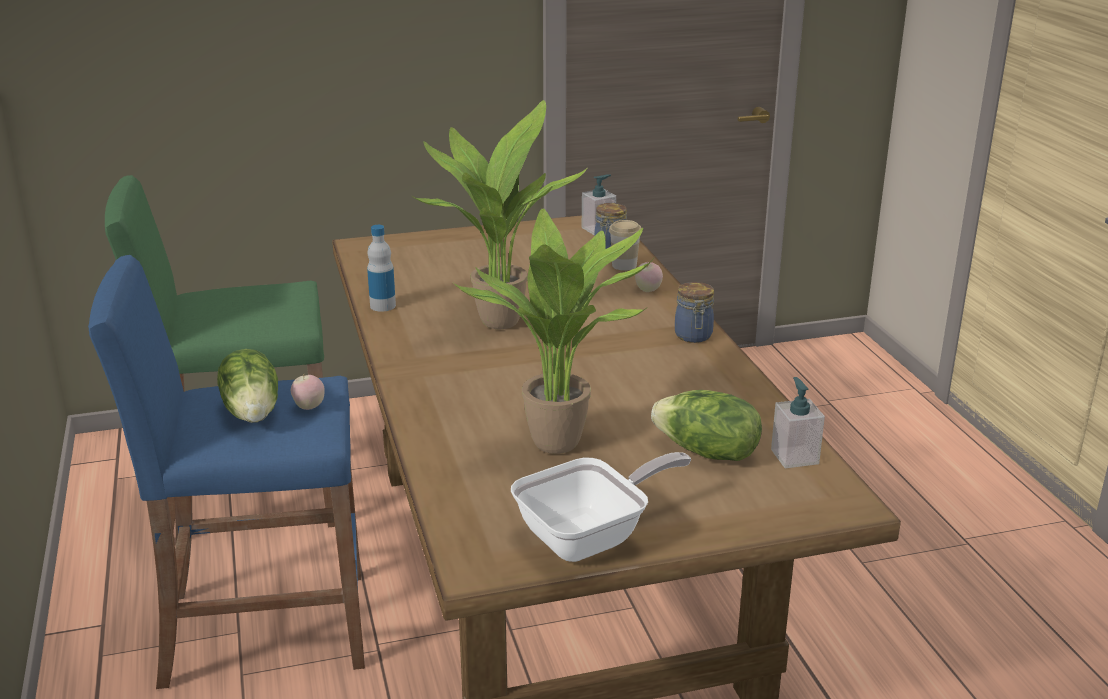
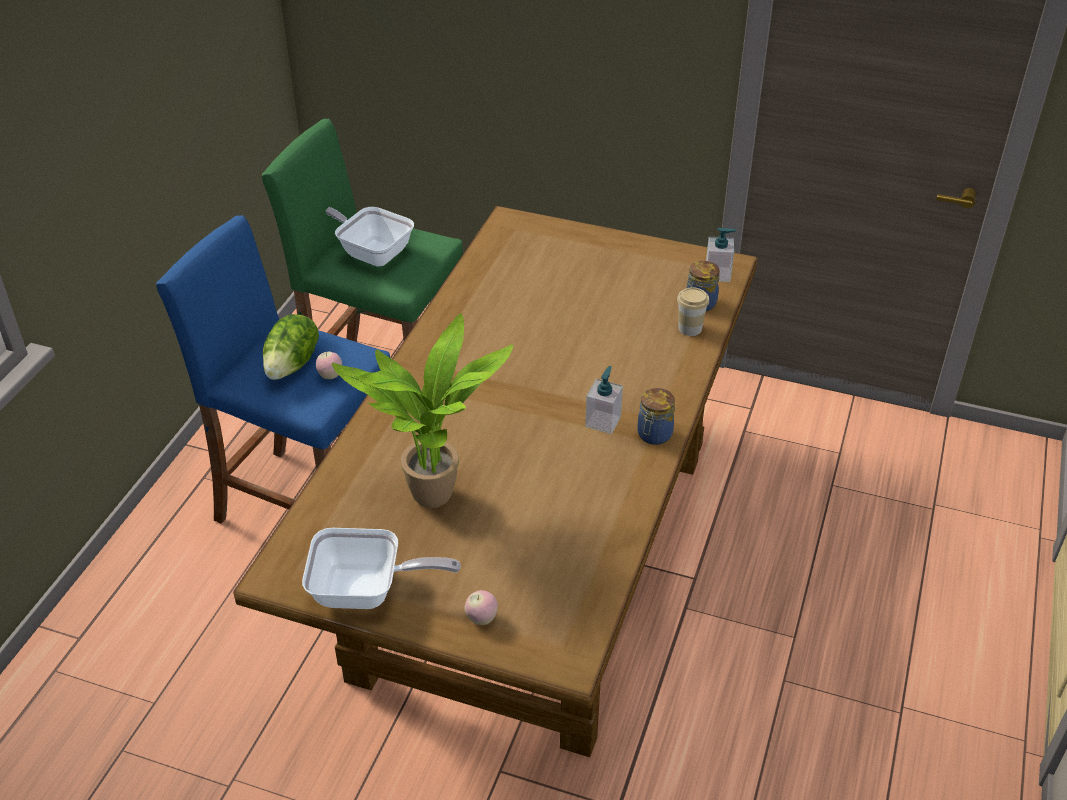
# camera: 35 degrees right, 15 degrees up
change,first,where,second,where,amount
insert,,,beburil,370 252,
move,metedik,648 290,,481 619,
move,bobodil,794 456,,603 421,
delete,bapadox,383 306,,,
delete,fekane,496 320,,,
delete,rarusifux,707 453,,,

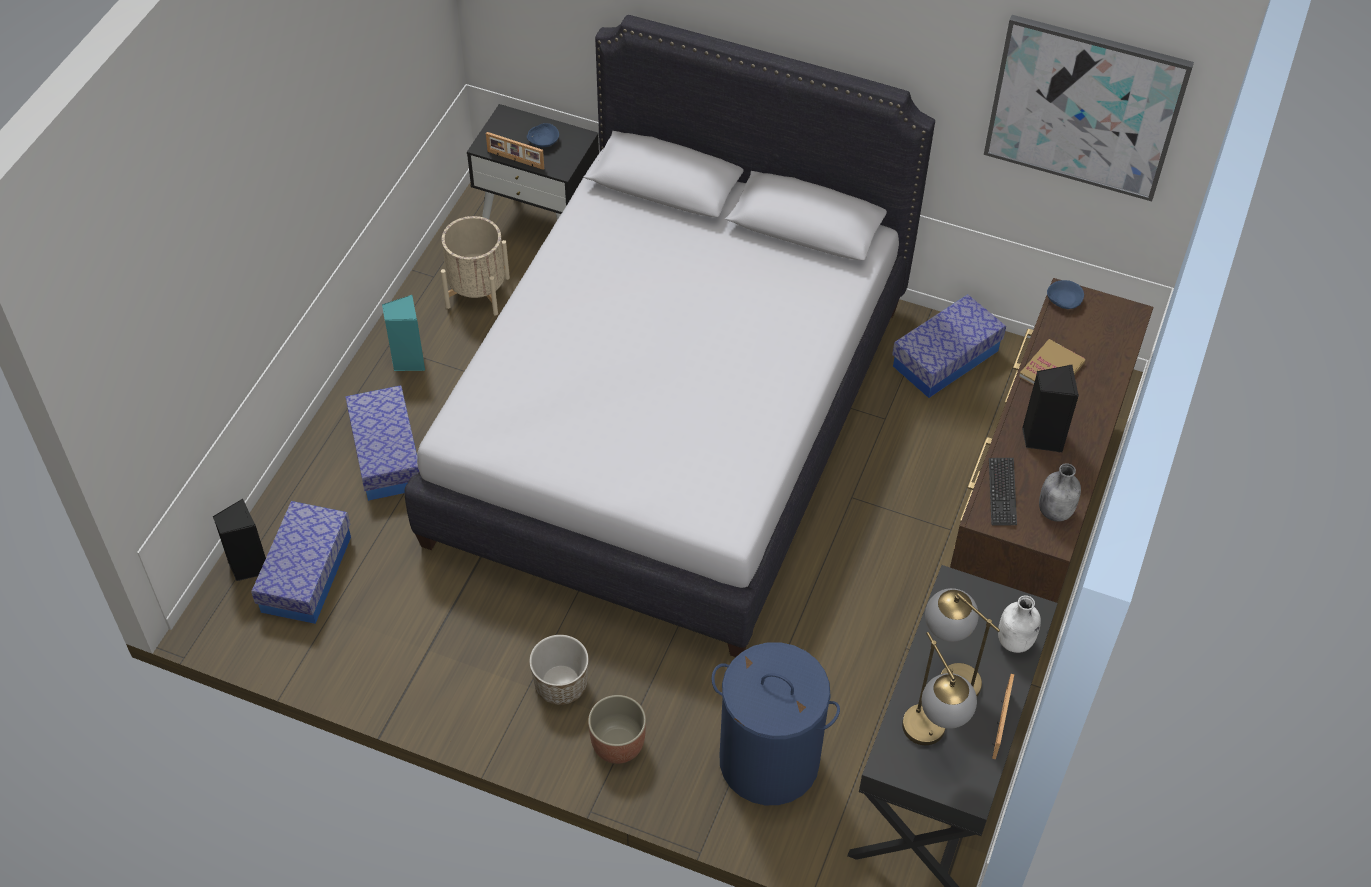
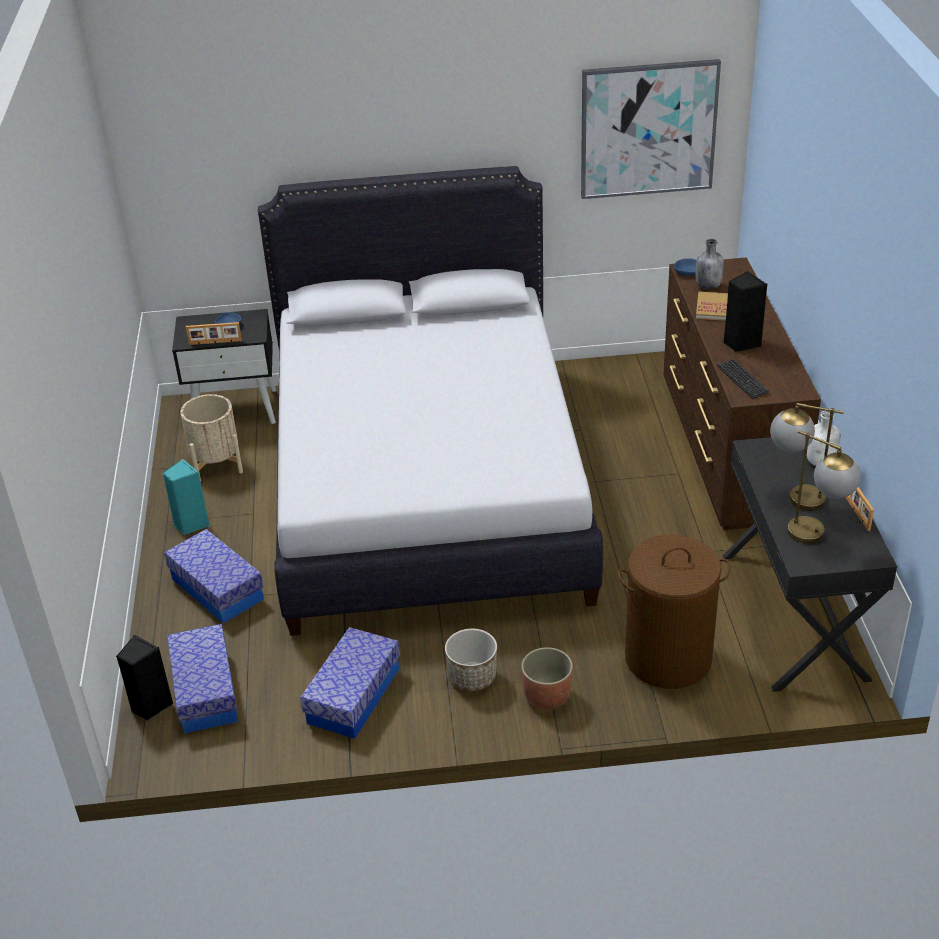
# camera: 25 degrees left, 15 degrees down
change,first,where,second,where,amount
move,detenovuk,945 359,,353 696,
recolor,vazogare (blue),768 761,vazogare (brown),668 658,
move,bapadox (grey),1055 511,,708 286,

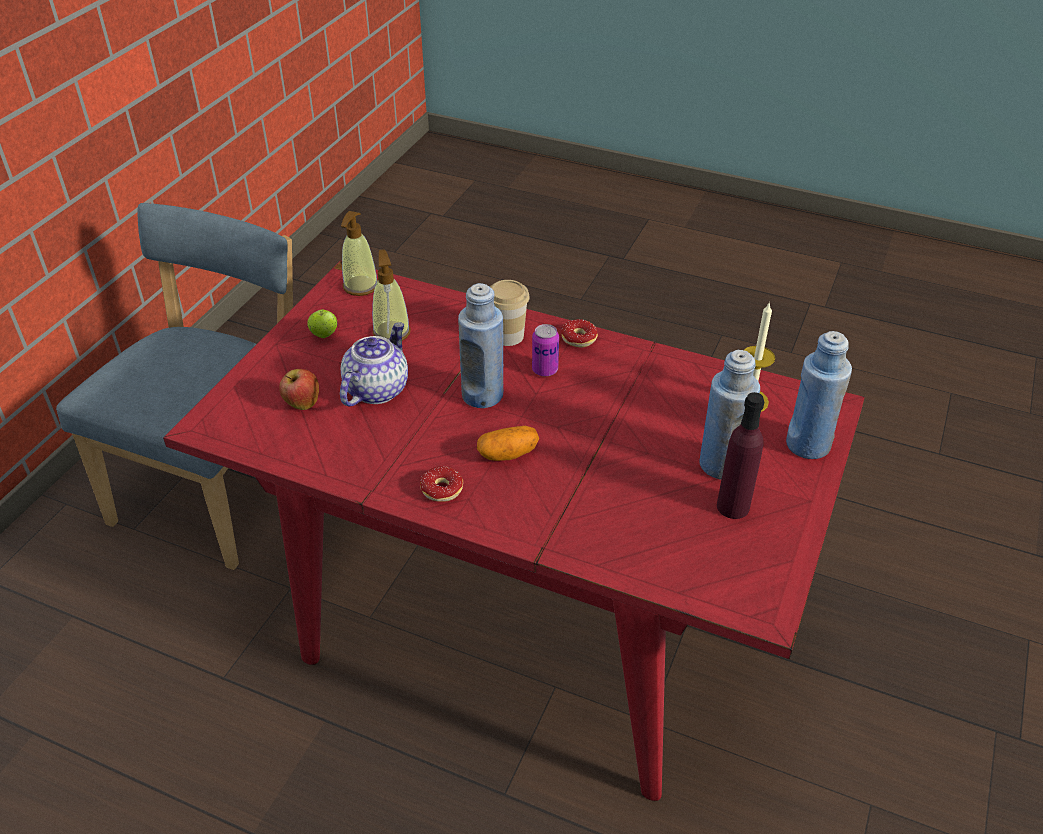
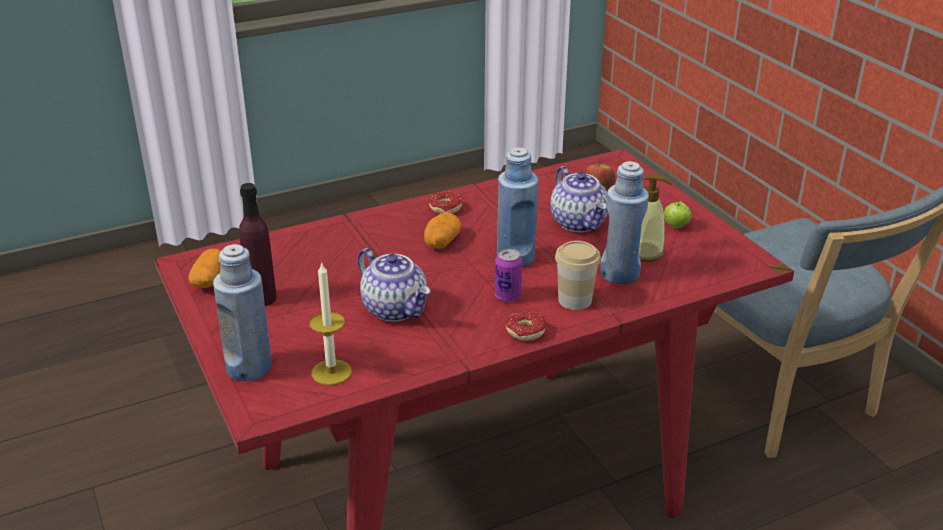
# camera: 130 degrees right, 10 degrees down
change,first,where,second,where,amount
insert,,,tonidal,209 280,
insert,,,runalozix,396 309,
move,bapadox (blue),721 464,,620 274,
delete,bobodil,360 286,,,

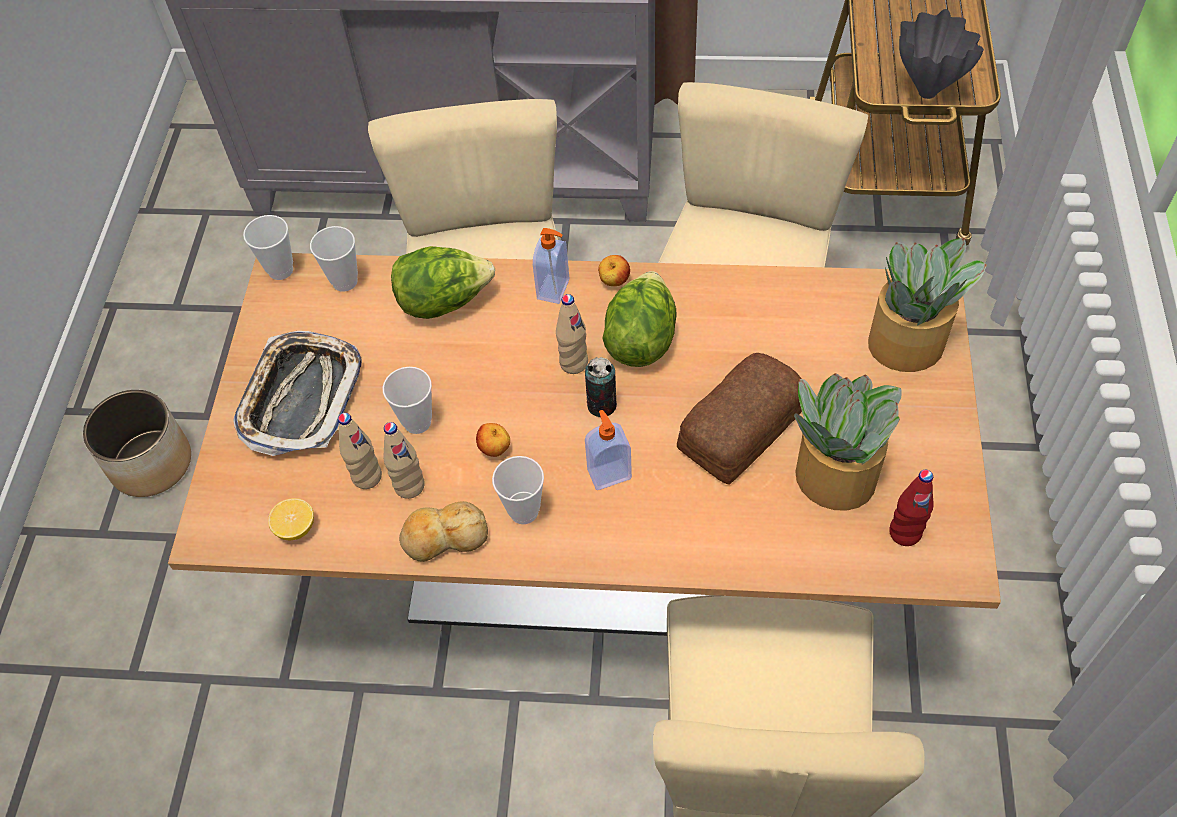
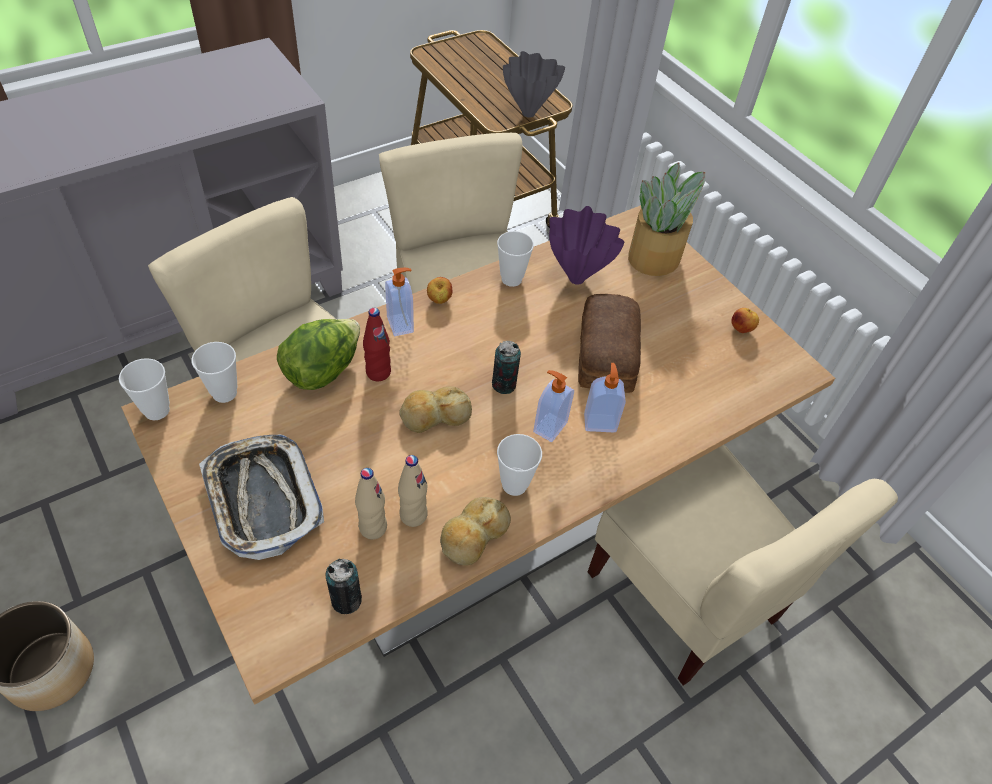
# camera: 45 degrees left, 5 degrees down
change,first,where,second,where,amount
replace,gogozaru,295 527,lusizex,346 600,
move,bapadox (red),905 533,,378 372,
insert,,,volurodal,435 415,
move,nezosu,417 422,,511 279,
insert,,,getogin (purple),575 278,
insert,,,bobodil,599 422,
move,metedik,495 449,,741 329,
delete,bapadox (beige),573 363,,,
delete,rarusifux,640 339,,,
delete,fekane,833 476,,,

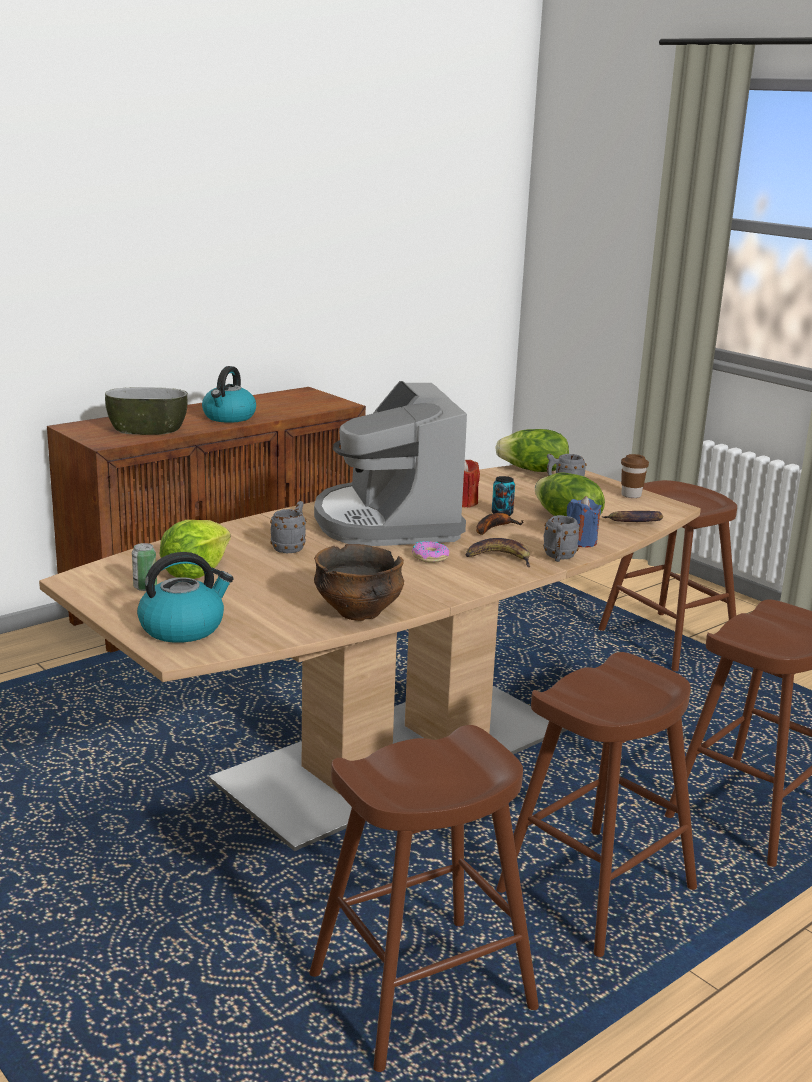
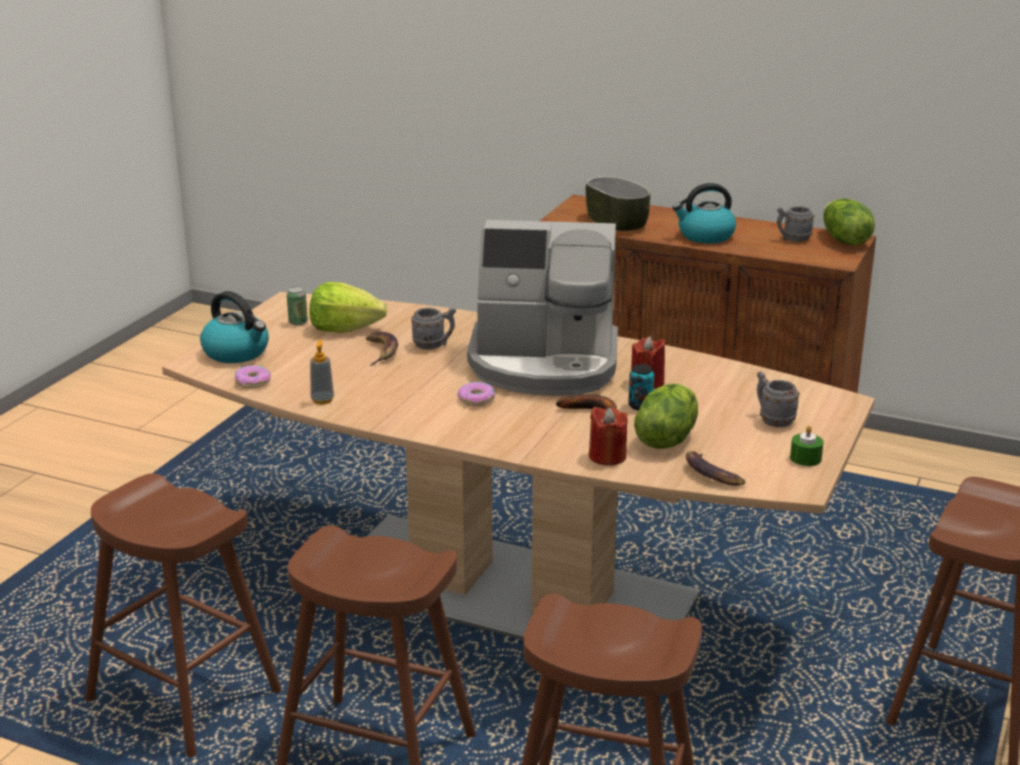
# camera: 65 degrees right, 5 degrees up
change,first,where,second,where,amount
insert,,,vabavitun,253 382,
replace,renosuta,358 612,bobodil,322 400,
move,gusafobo,499 558,,381 352,
rotate,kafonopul,387 522,,545 364,135 degrees counterclockwise
recolor,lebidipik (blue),580 542,lebidipik (red),607 456,
move,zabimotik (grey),558 557,,792 239,
replace,nezosu (brown),631 495,lebidipik (green),805 458,
move,rarusifux,533 470,,844 240,

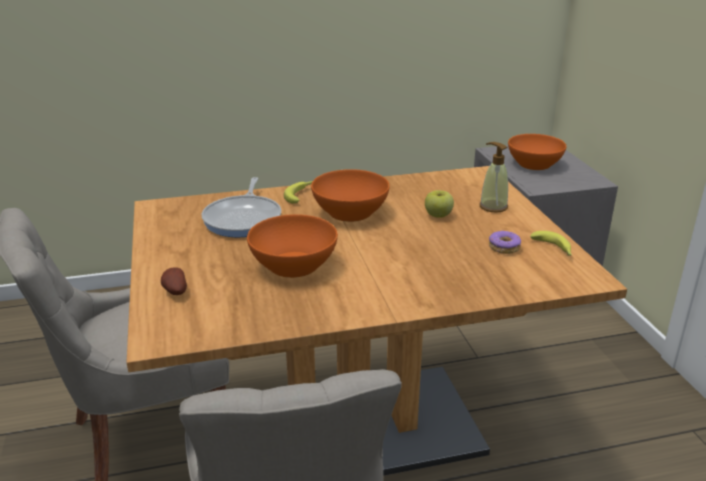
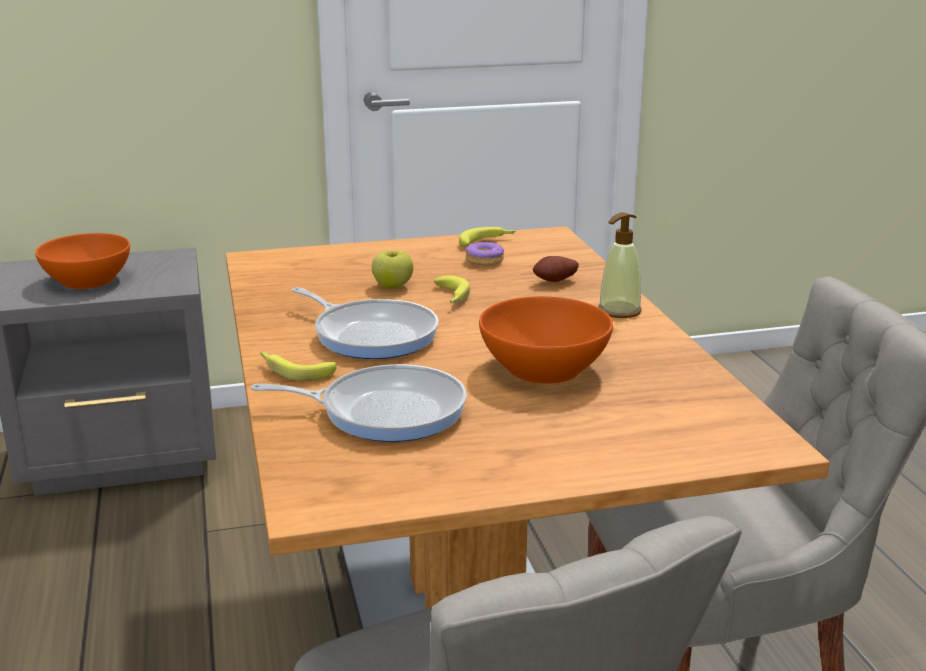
# camera: 90 degrees left, 5 degrees down
change,first,where,second,where,amount
replace,renosuta (orange),350 212,beburil,371 335,
insert,,,gusafobo,451 298,
move,tonidal,174 291,,555 282,
move,bobodil,493 207,,619 311,

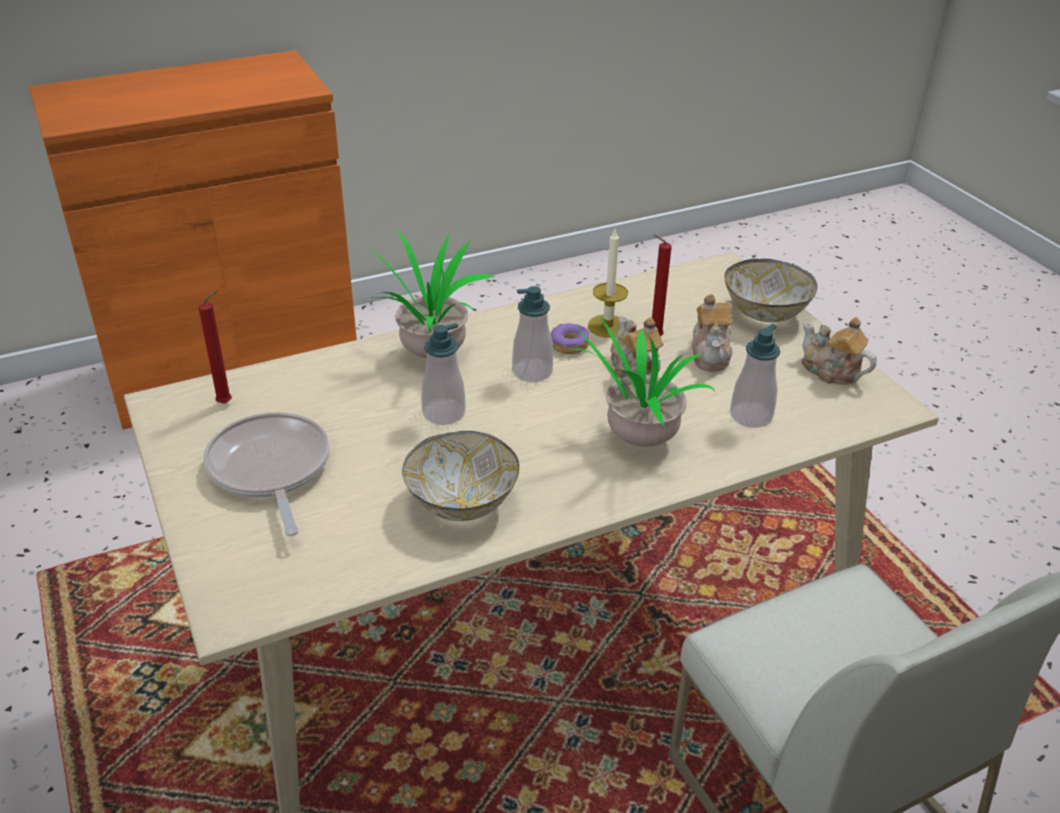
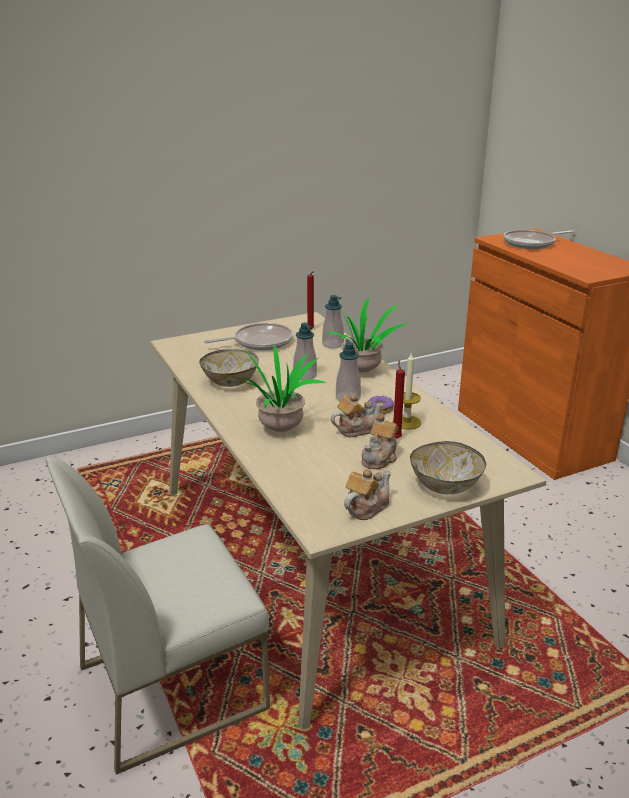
# camera: 90 degrees right, 10 degrees down
change,first,where,second,where,amount
move,bobodil,751 416,,333 344,
rotate,runalozix,711 354,,380 458,60 degrees counterclockwise
insert,,,beburil,531 243,

